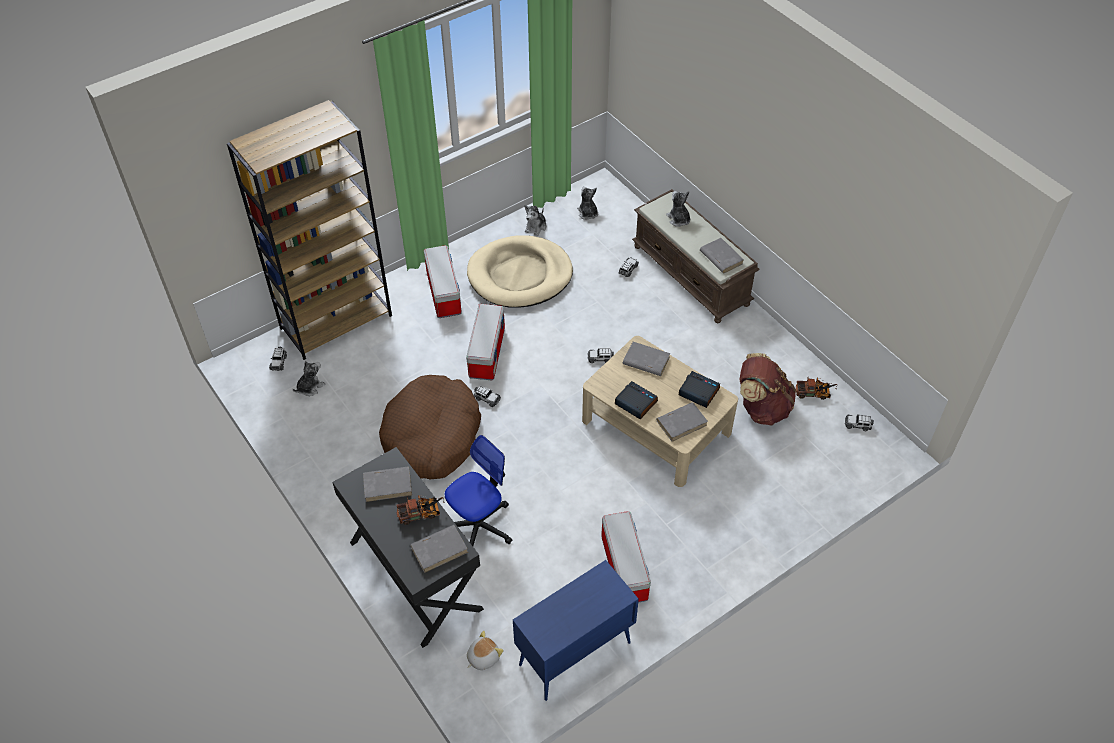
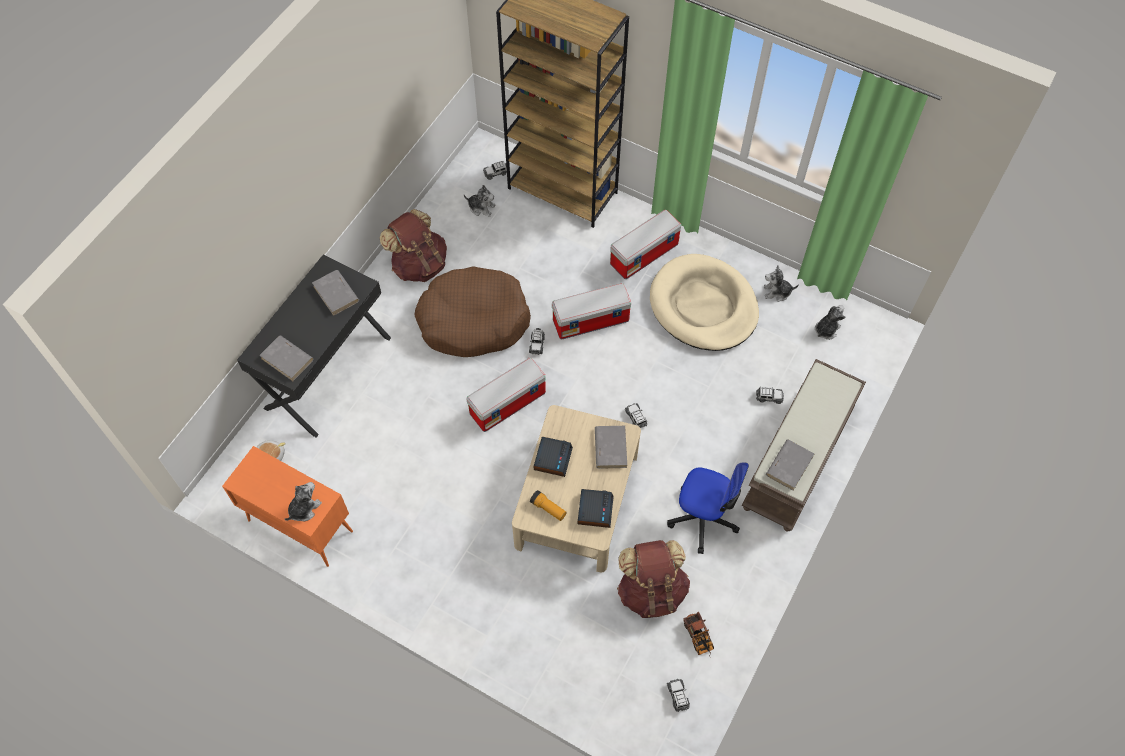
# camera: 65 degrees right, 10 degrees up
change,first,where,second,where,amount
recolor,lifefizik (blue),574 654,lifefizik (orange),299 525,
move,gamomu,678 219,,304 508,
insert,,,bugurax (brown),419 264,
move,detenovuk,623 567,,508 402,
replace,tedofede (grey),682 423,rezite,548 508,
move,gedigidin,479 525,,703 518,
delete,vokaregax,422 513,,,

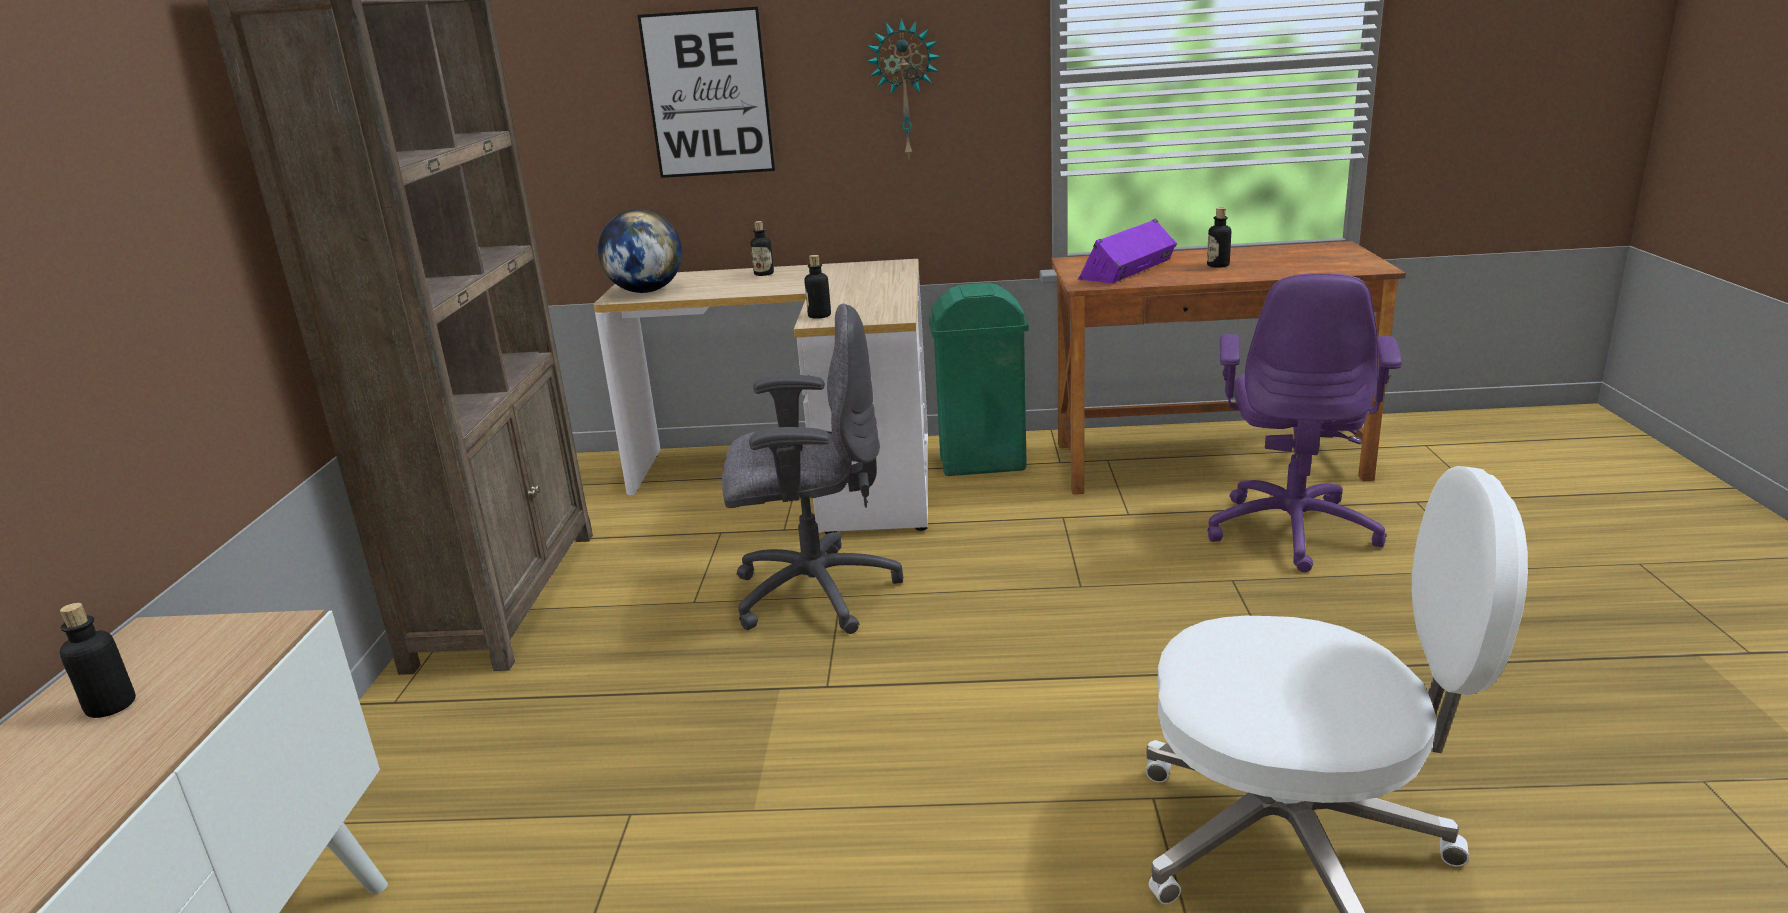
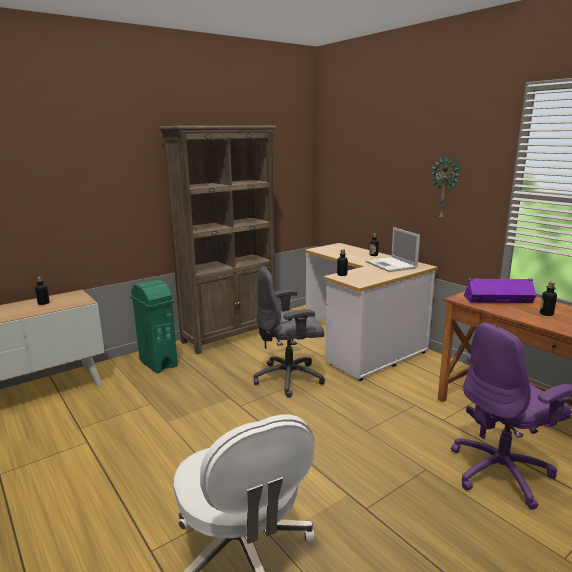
# camera: 50 degrees right, 5 degrees down
change,first,where,second,where,amount
move,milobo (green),981 464,,158 363,
rotate,gedigidin (grey),812 593,,290 378,120 degrees clockwise
insert,,,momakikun,391 265,
delete,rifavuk,646 291,,,
delete,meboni,708 94,,,

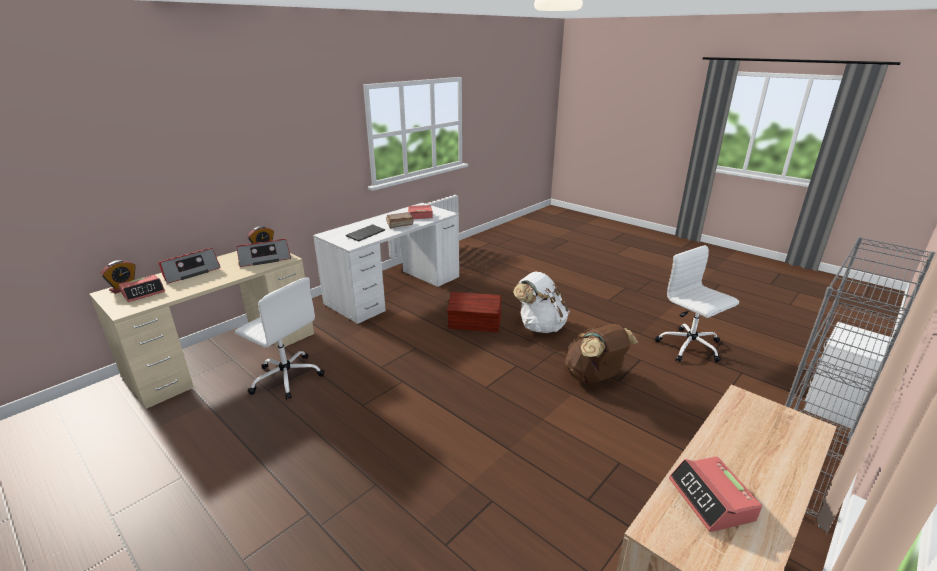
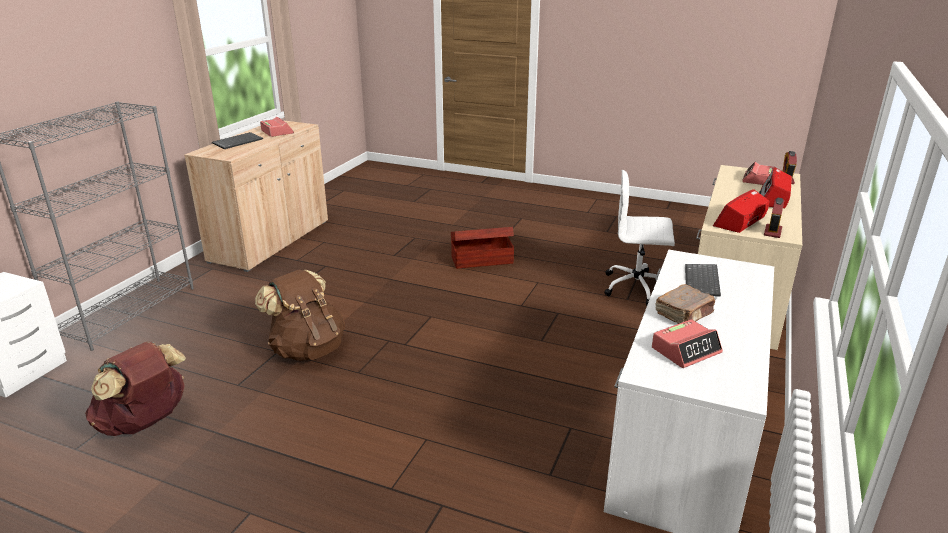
# camera: 160 degrees right, 0 degrees up
change,first,where,second,where,amount
replace,gedigidin (white),690 347,bugurax (brown),145 422,
insert,,,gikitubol,238 142,
move,detenovuk (brown),475 325,,481 260,
delete,bugurax (white),540 326,,,

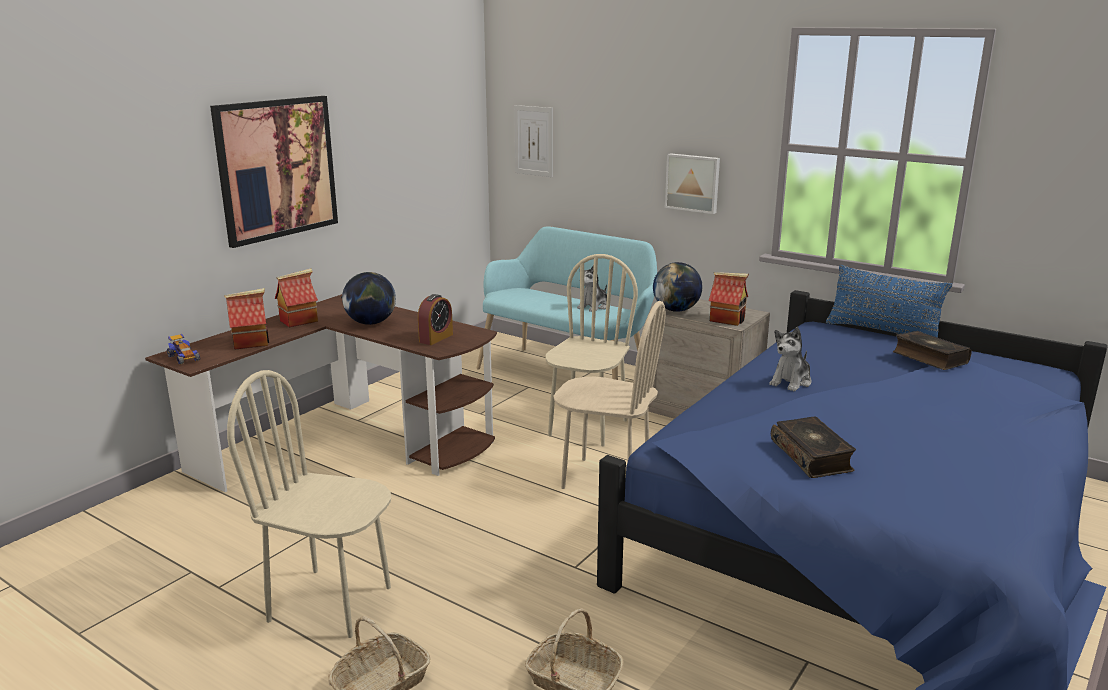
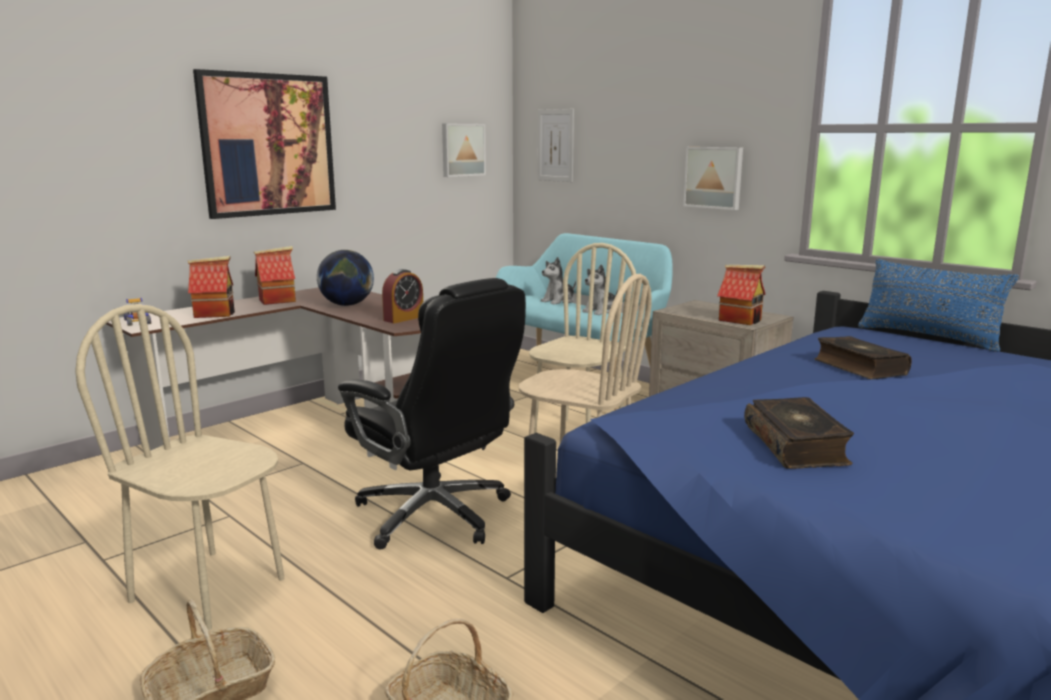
# camera: 10 degrees right, 5 degrees down
change,first,where,second,where,amount
insert,,,gedigidin (black),436 515,
insert,,,meboni,462 150,
move,gamomu,791 382,,559 301,
move,tedofede,929 358,,858 368,
delete,rifavuk,676 310,,,

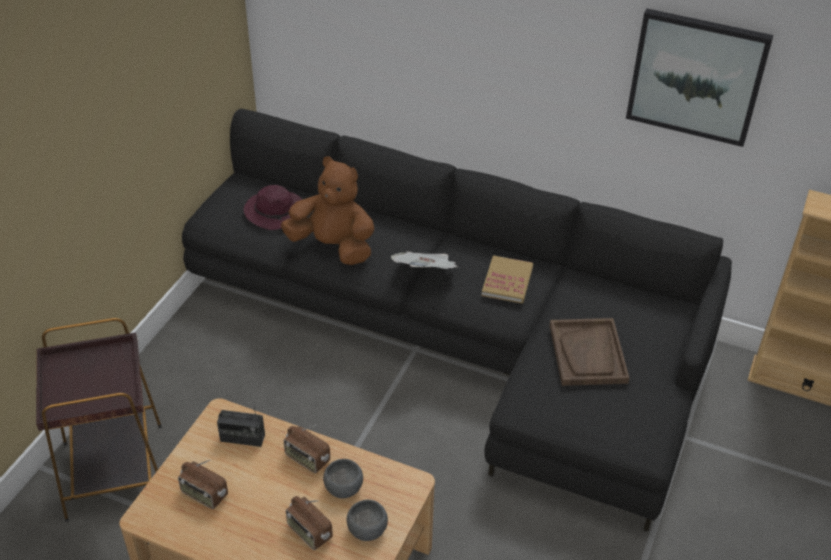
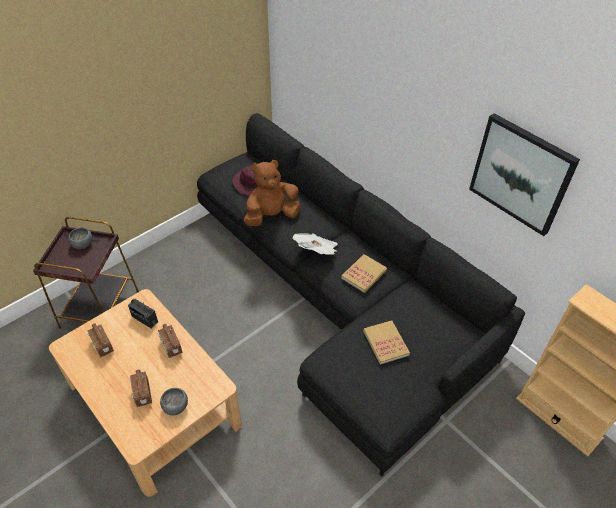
# camera: 25 degrees right, 5 degrees up
change,first,where,second,where,amount
move,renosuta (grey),344 487,,83 244,
rotate,gamomu (brown),333 247,,271 216,75 degrees counterclockwise
replace,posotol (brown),588 354,tedofede,386 343,

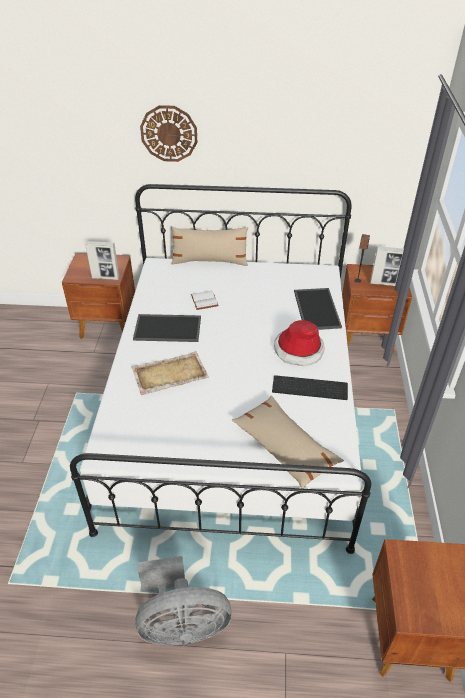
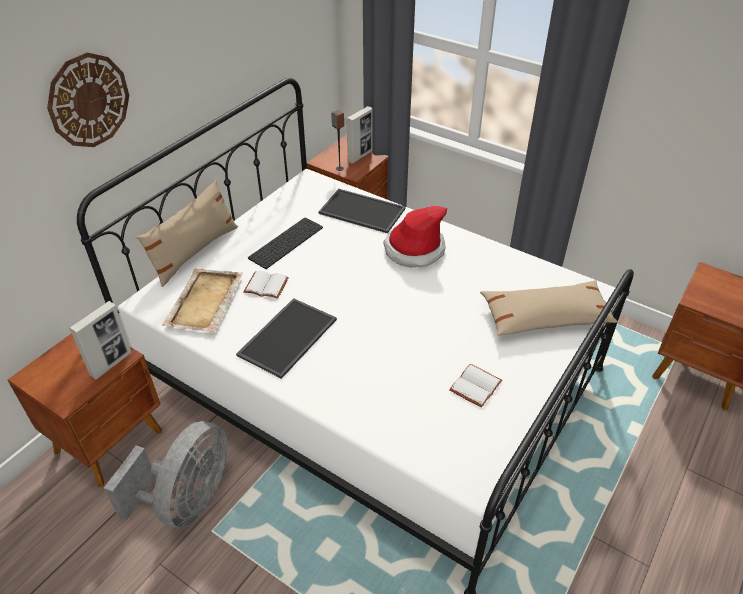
# camera: 60 degrees left, 0 degrees up
change,first,where,second,where,amount
move,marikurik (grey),181 624,,188 500,
move,posotol (beige),169 374,,204 302,
move,gikitubol,310 387,,285 241,
insert,,,tedofede (white),474 385,

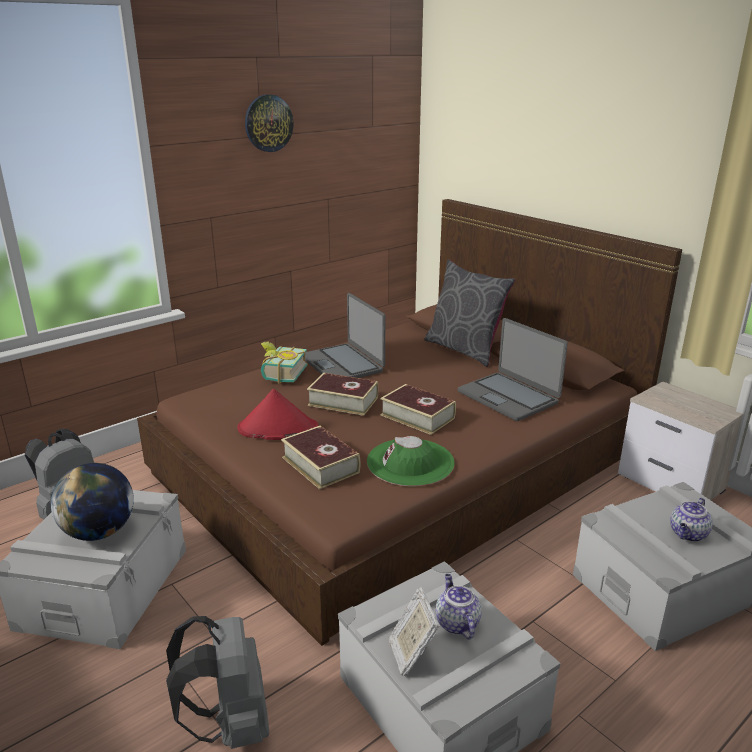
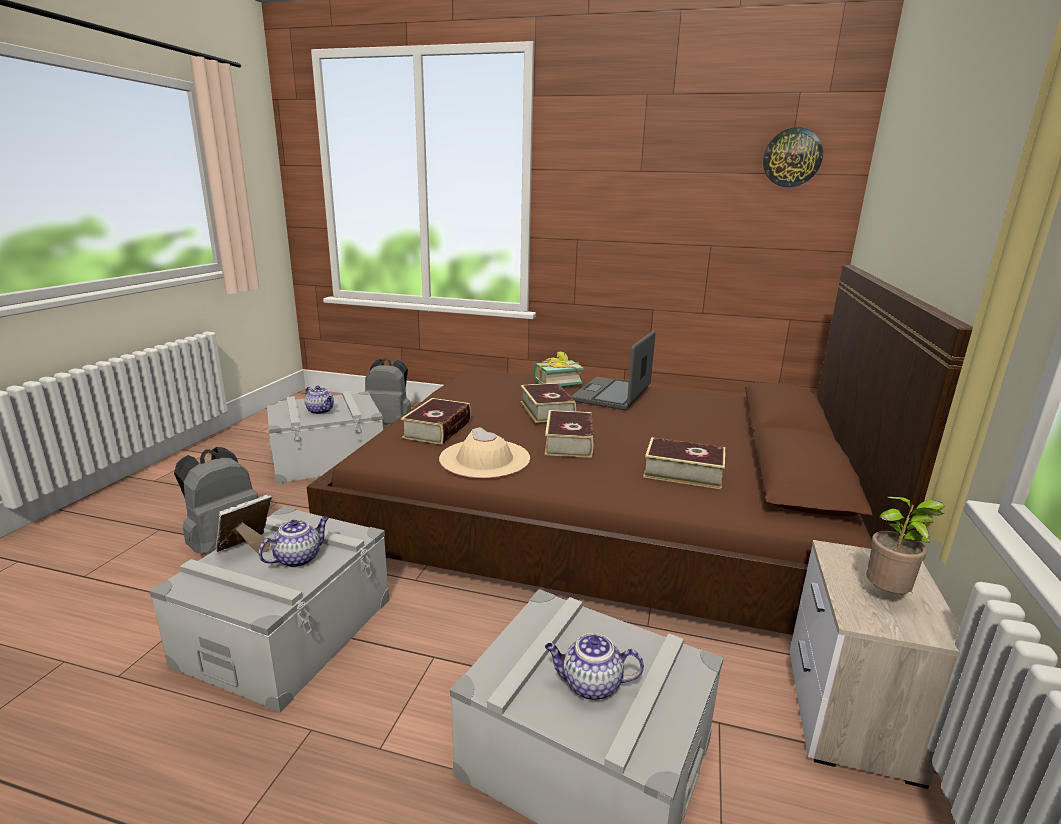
# camera: 55 degrees right, 5 degrees down
change,first,where,second,where,amount
replace,rifavuk,99 532,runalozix,321 411,
recolor,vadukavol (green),410 462,vadukavol (beige),484 459,
replace,momakikun,508 397,tedofede,683 472,
move,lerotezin,268 123,,792 157,
insert,,,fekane,888 596,
delete,vadukavol (red),277 428,,,
delete,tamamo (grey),464 349,,,

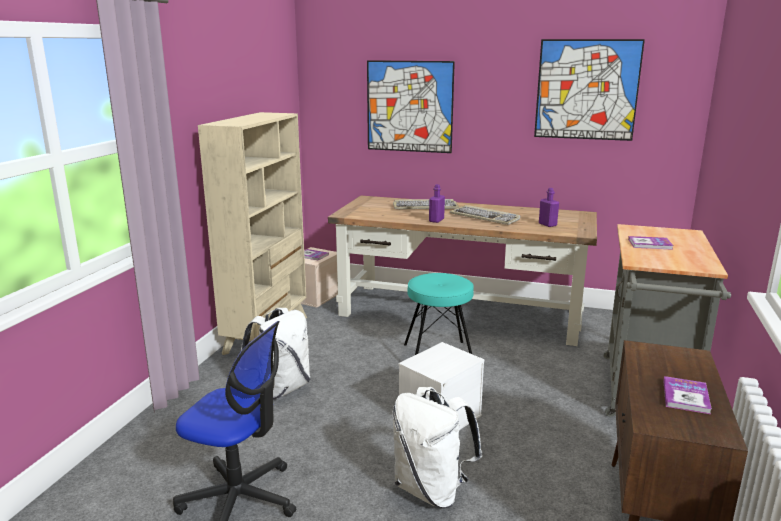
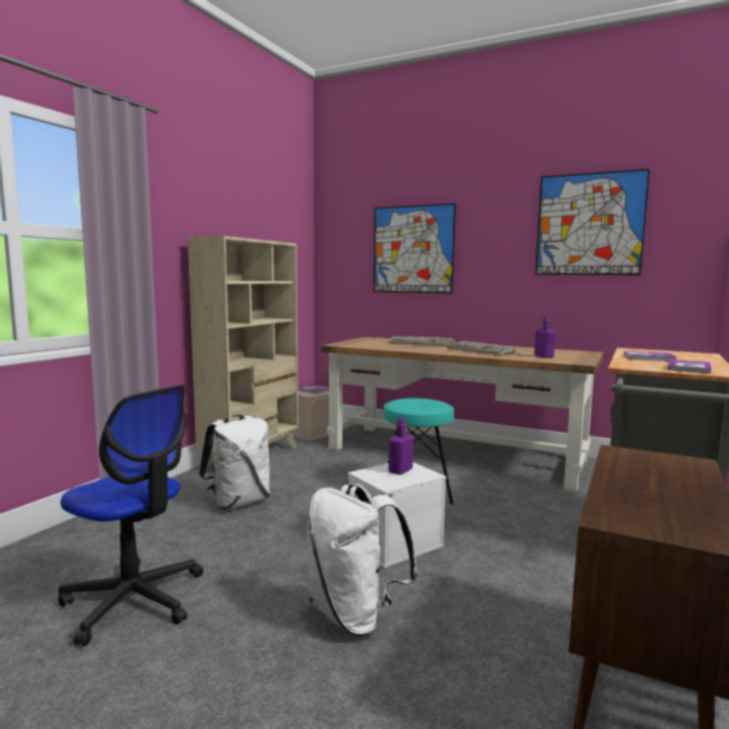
# camera: 10 degrees right, 10 degrees down
change,first,where,second,where,amount
move,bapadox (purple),436 220,,400 470,
move,tedofede,686 396,,688 368,

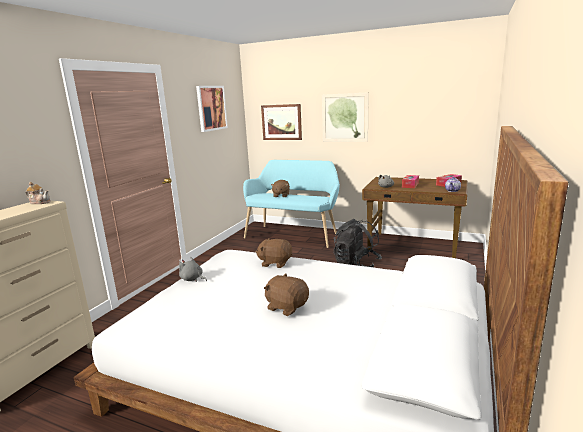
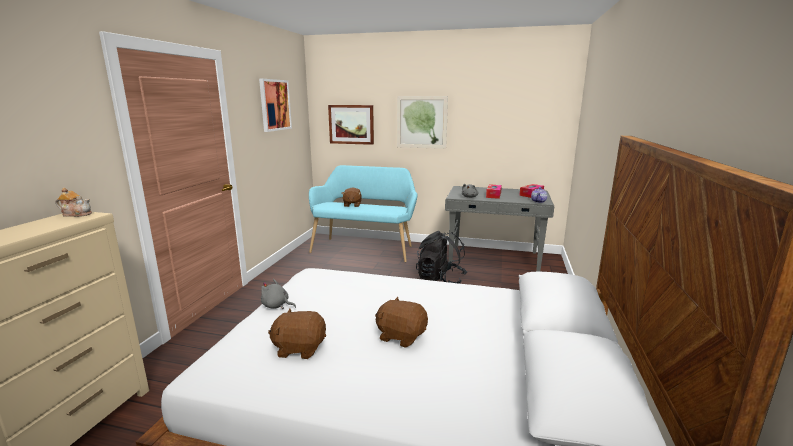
# camera: 10 degrees left, 0 degrees up
change,first,where,second,where,amount
move,gamomu (brown),275 263,,299 348,
recolor,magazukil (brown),413 246,magazukil (grey),494 259,

